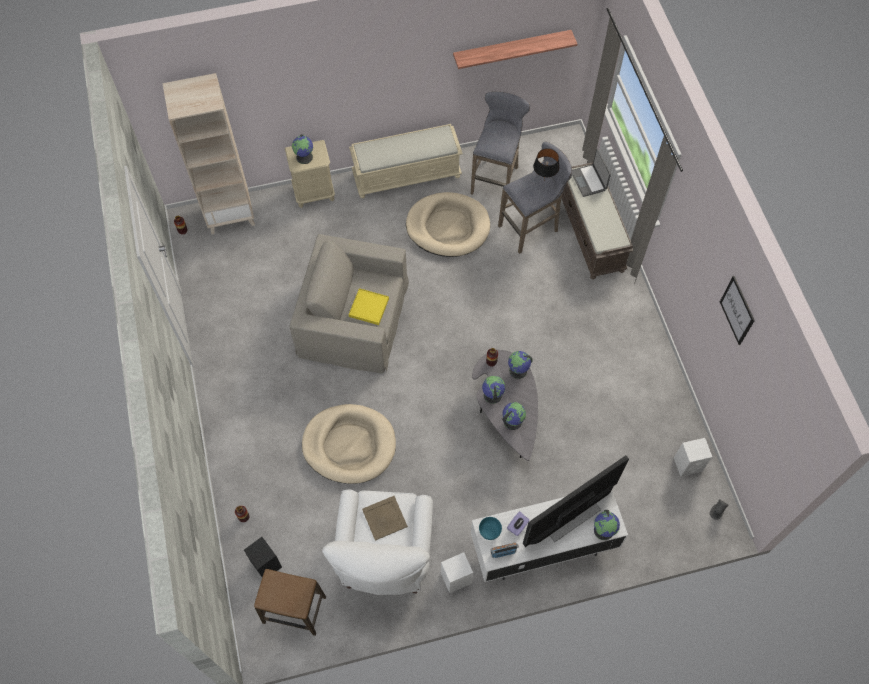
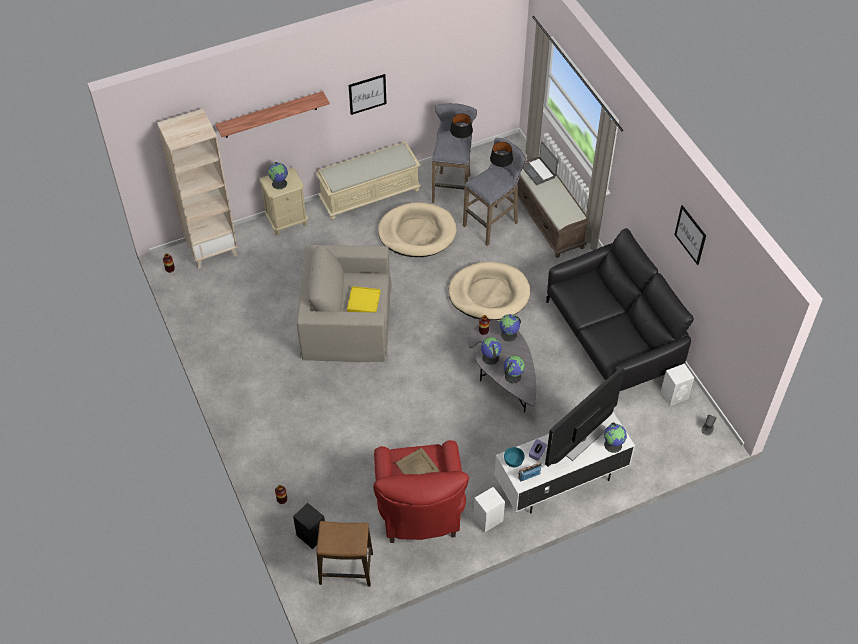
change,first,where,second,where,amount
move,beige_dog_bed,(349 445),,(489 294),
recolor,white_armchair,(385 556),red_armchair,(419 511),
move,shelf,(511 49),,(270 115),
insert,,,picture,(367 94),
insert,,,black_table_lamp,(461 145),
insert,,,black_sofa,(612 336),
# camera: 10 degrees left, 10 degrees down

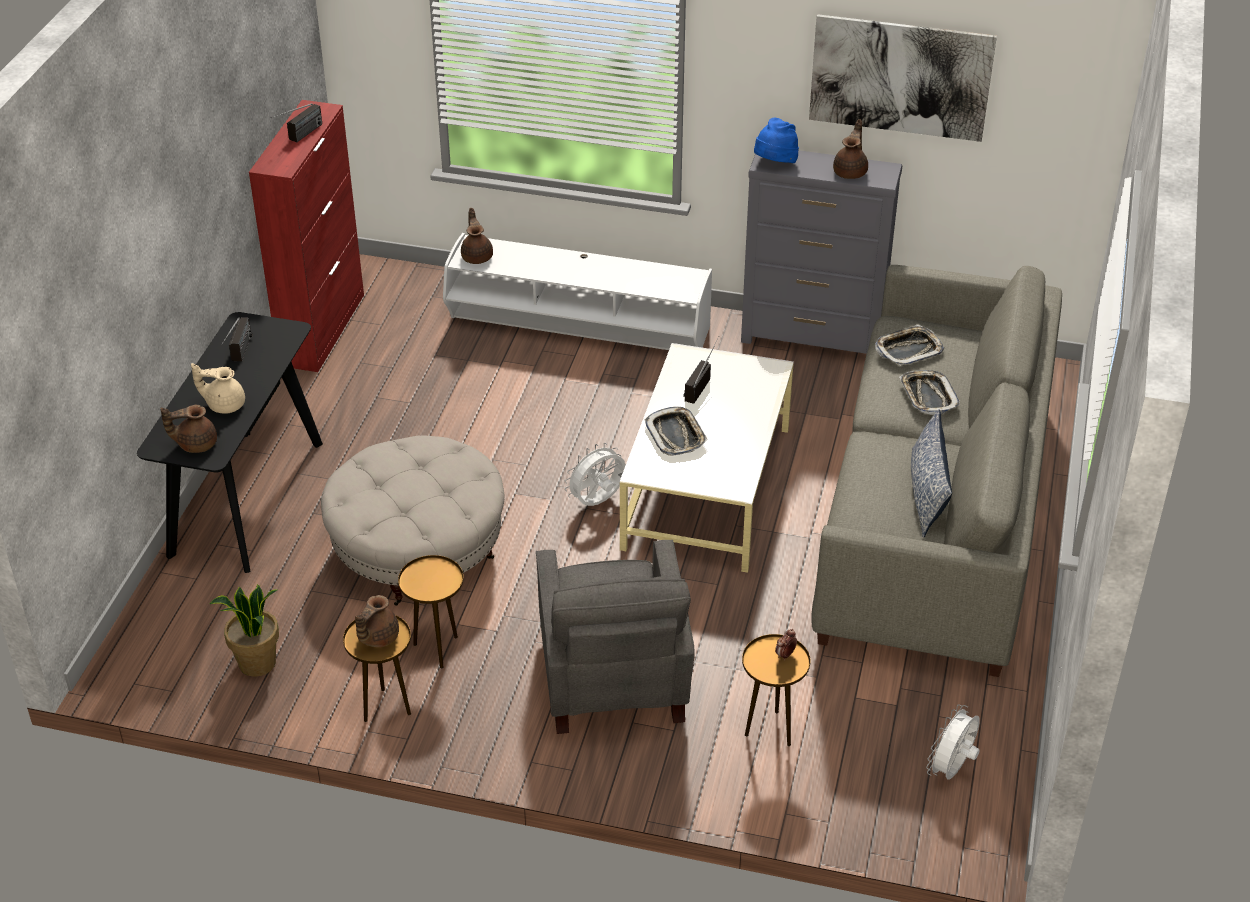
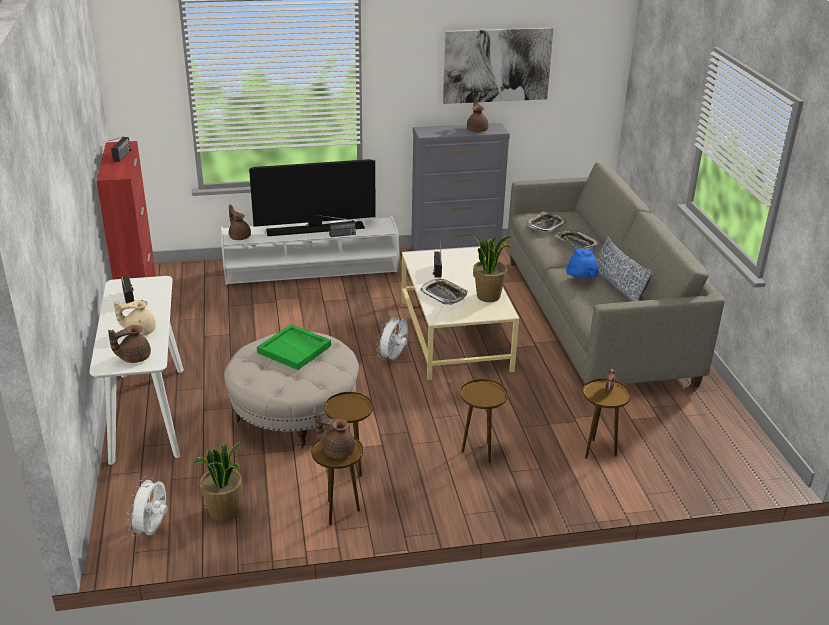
change,first,where,second,where,amount
recolor,black_console_table,(246 497),white_console_table,(147 413),
rotate,brown_teapot,(377 637),,(337 450),105 degrees clockwise
replace,grey_armchair,(612 681),brown_side_table,(480 452),
move,blue_hat,(775 163),,(580 281),
move,white_fan,(951 770),,(153 530),
insert,,,television,(315 229),
insert,,,green_tray,(295 349),
insert,,,radio,(335 235),
insert,,,potted_plant,(488 296),
# camera: 25 degrees left, 10 degrees down

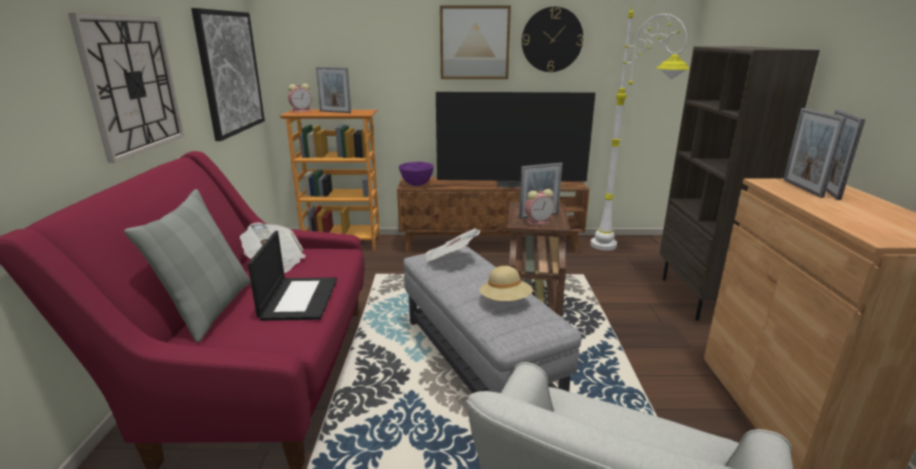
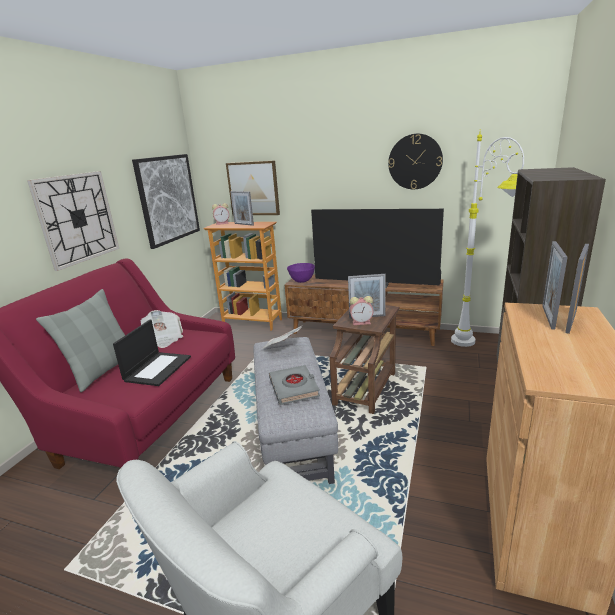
change,first,where,second,where,amount
move,picture,(474 43),,(253 188),
replace,beige_hat,(505 301),grey_book,(294 388),
# camera: 20 degrees right, 0 degrees up

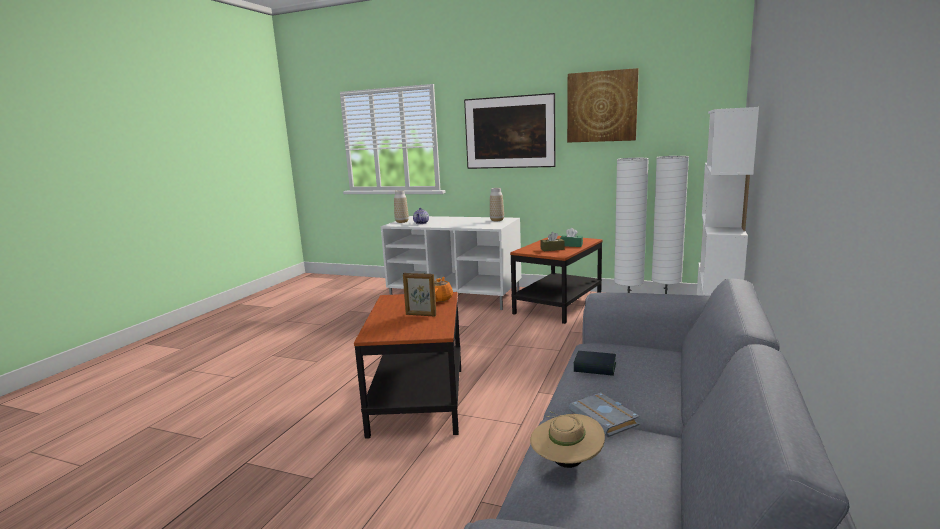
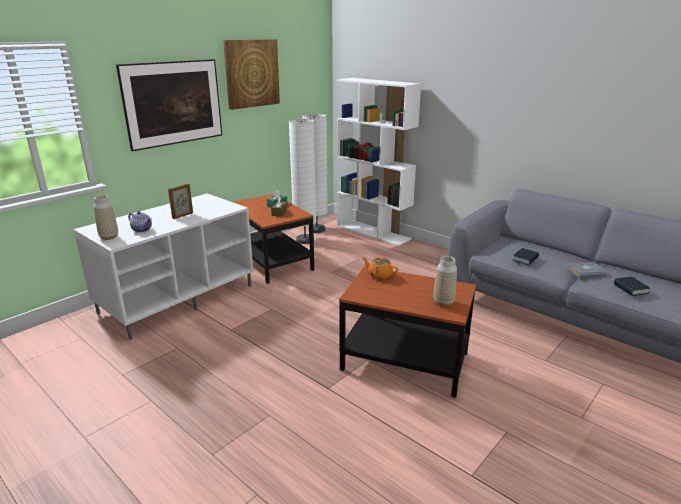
change,first,where,second,where,amount
move,picture_frame,(420 315),,(183 216),
move,vase,(497 220),,(443 302),
replace,beige_hat,(566 462),book,(630 289),
# camera: 70 degrees left, 10 degrees up

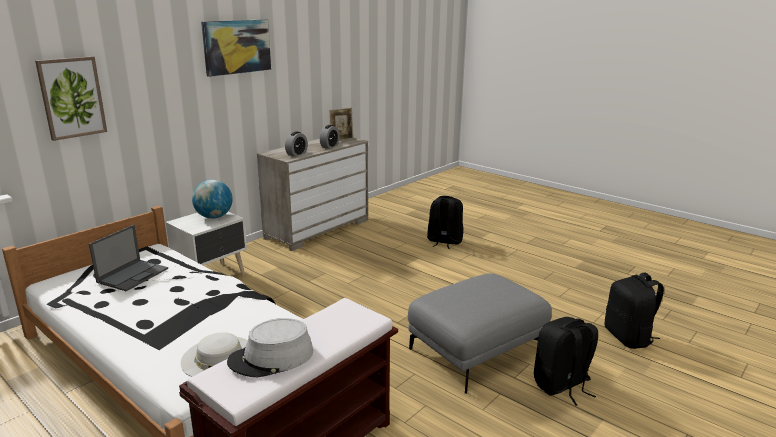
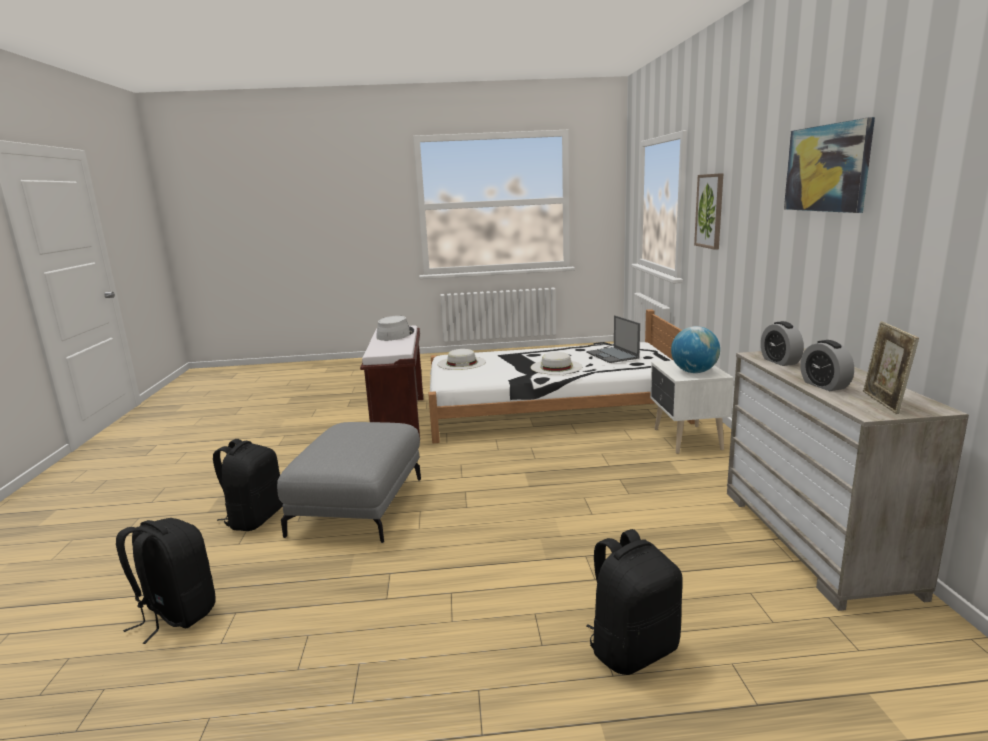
change,first,where,second,where,amount
insert,,,white_hat,(556 367),
# camera: 135 degrees right, 5 degrees down

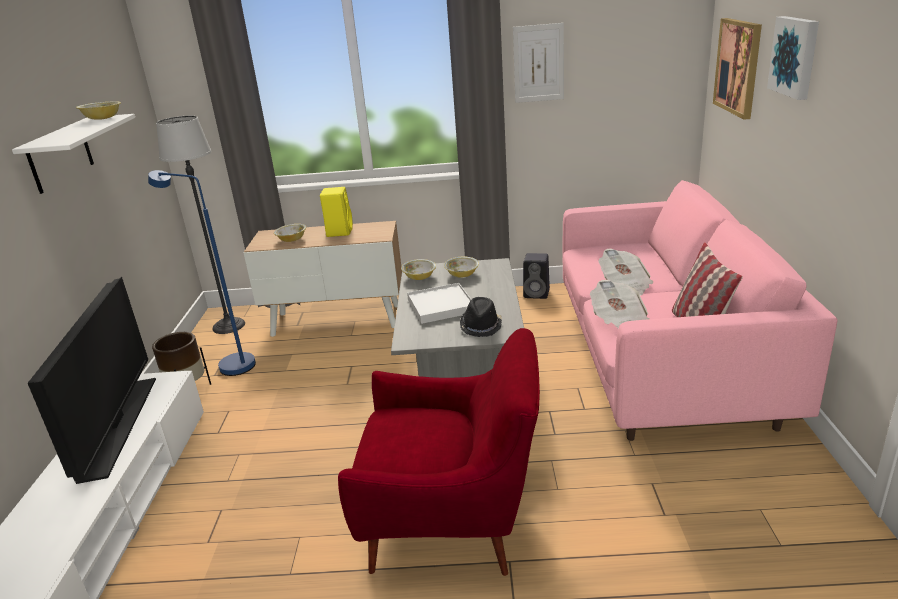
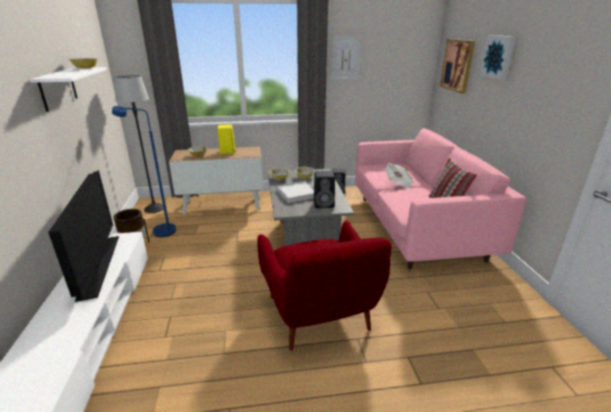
change,first,where,second,where,amount
rotate,red_armchair,(454 521),,(319 317),75 degrees clockwise
replace,black_hat,(481 326),black_speaker,(324 204),
delete,newspaper,(619 321),,,
# camera: 10 degrees left, 0 degrees up

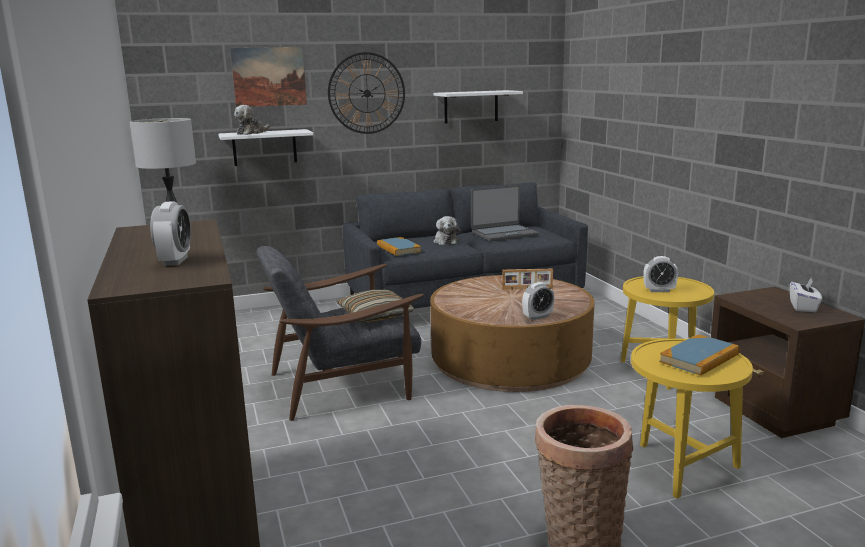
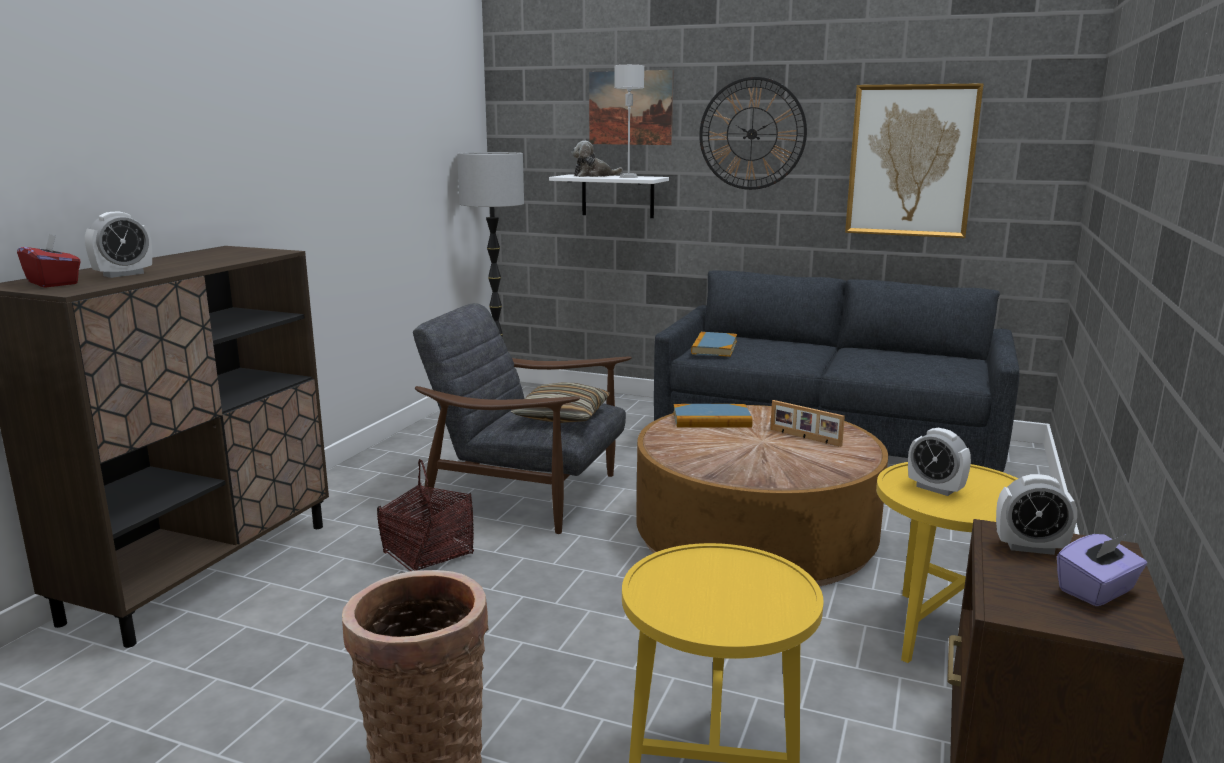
change,first,where,second,where,amount
delete,plush_toy,(445 241),,,
replace,white_shelf,(471 106),picture,(911 161),
delete,laptop,(504 234),,,
move,alarm_clock,(537 317),,(1030 547),
move,book,(699 358),,(711 420),
recolor,white_tissue_box,(803 307),purple_tissue_box,(1097 591),
insert,,,red_tissue_box,(53 283),
insert,,,basket,(428 554),
insert,,,grey_table_lamp,(628 177),
# camera: 40 degrees right, 0 degrees up

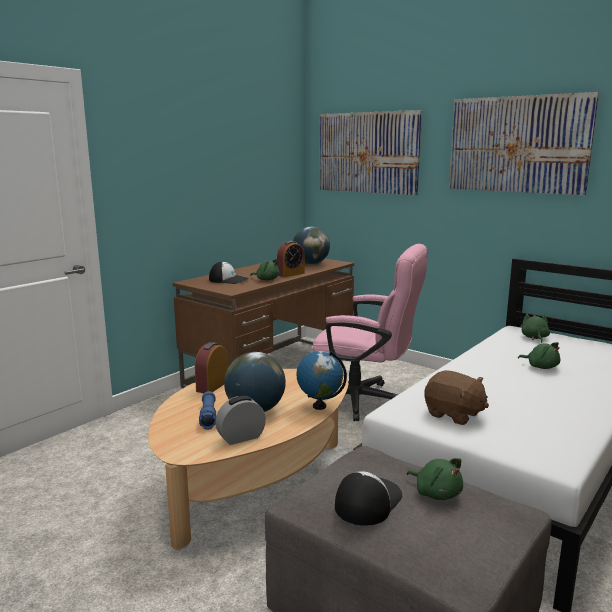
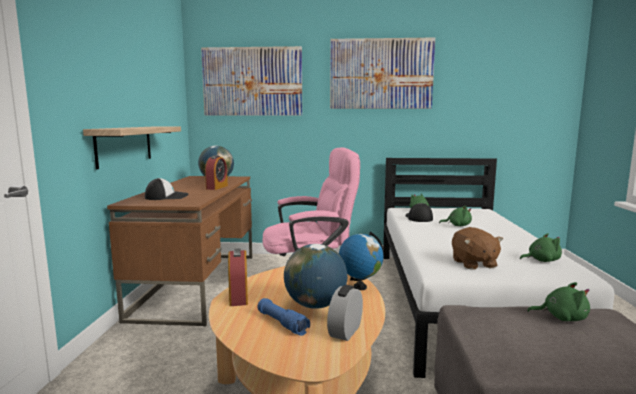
change,first,where,second,where,amount
move,green_plush_toy,(266 279),,(541 260),
move,cap,(367 501),,(418 218),
rotate,brown_plush_toy,(454 414),,(473 264),75 degrees clockwise
insert,,,shelf,(124 145),
# camera: 35 degrees left, 5 degrees down

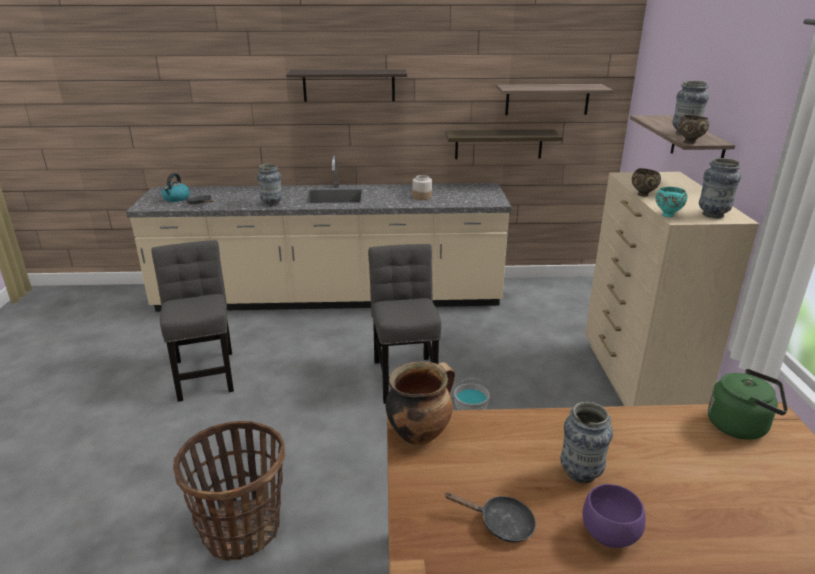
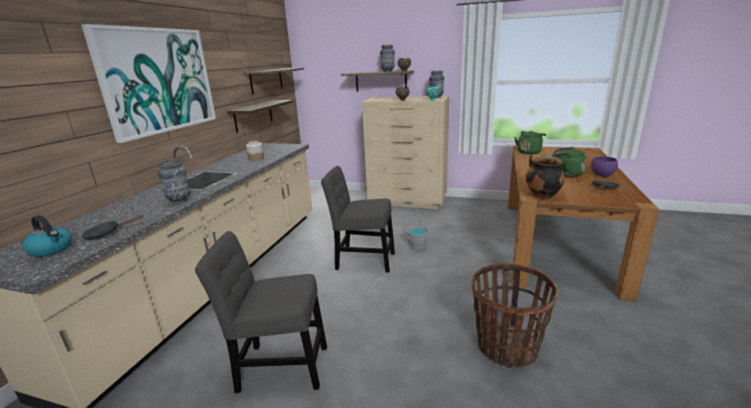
change,first,where,second,where,amount
replace,shelf,(349 85),picture,(159 80),
replace,vase,(580 474),green_kettle,(565 174),
# camera: 70 degrees left, 5 degrees down

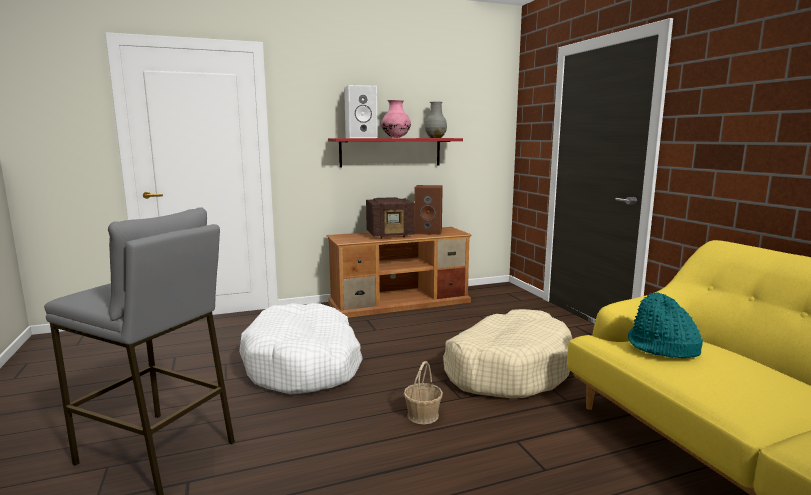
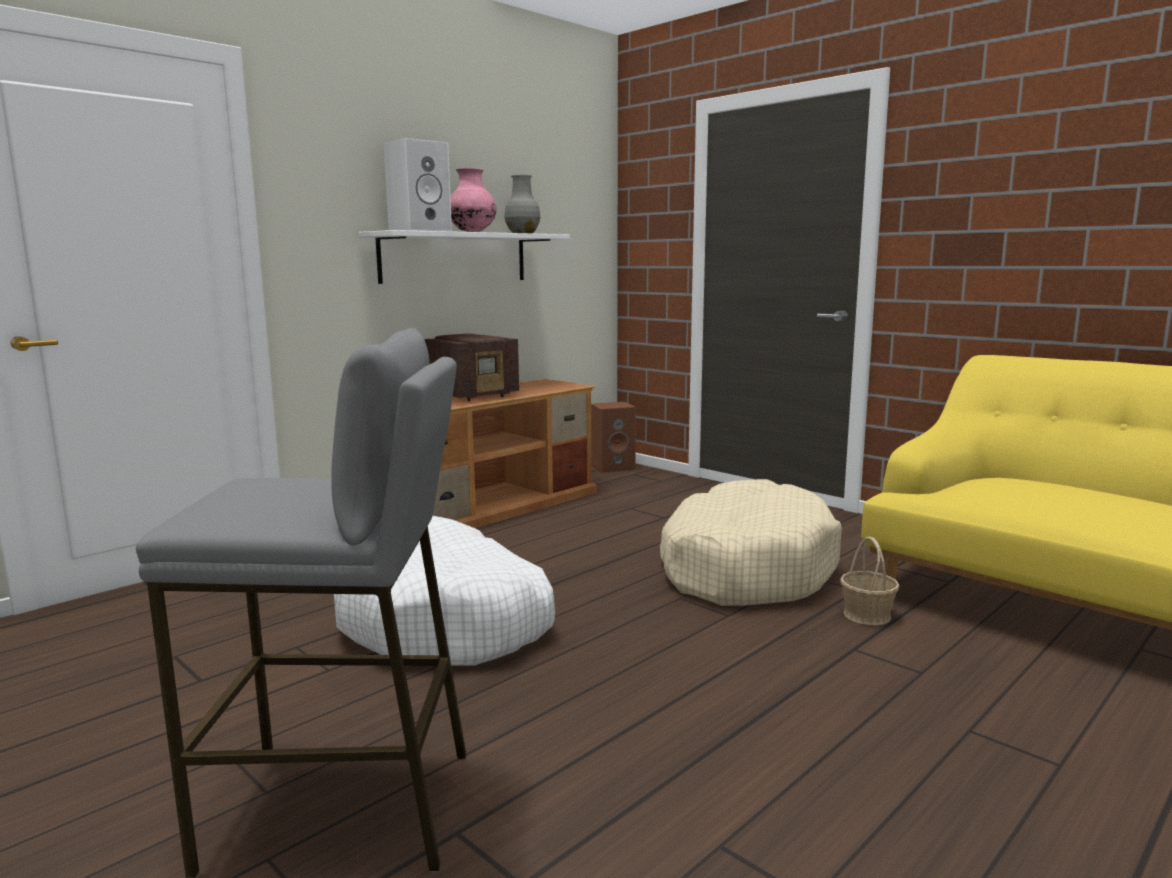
change,first,where,second,where,amount
recolor,red_shelf,(390 152),white_shelf,(454 258),
move,basket,(423 415),,(867 615),
move,brown_speaker,(429 232),,(613 467),
delete,turquoise_hat,(661 347),,,
# camera: 25 degrees left, 0 degrees up

